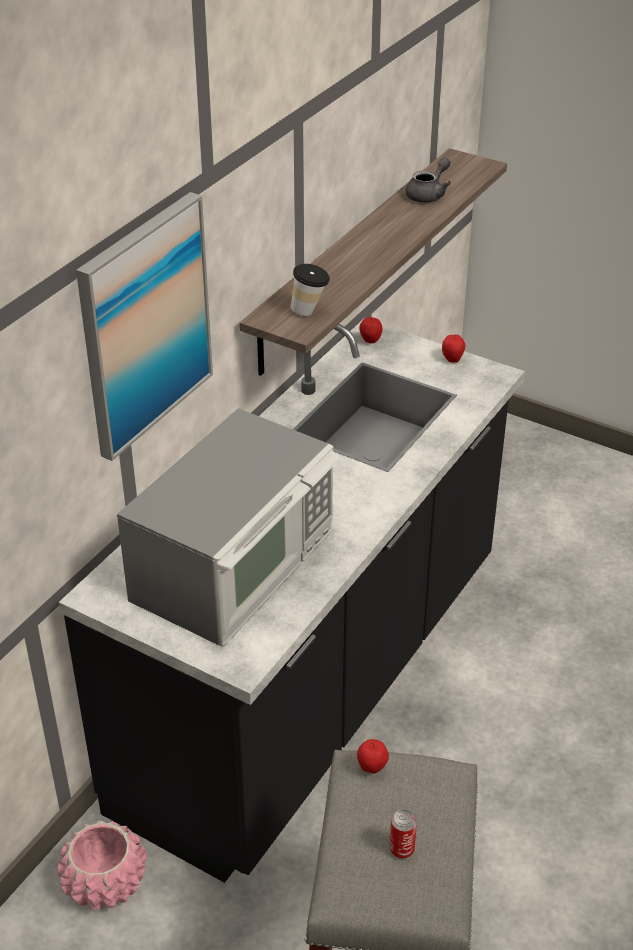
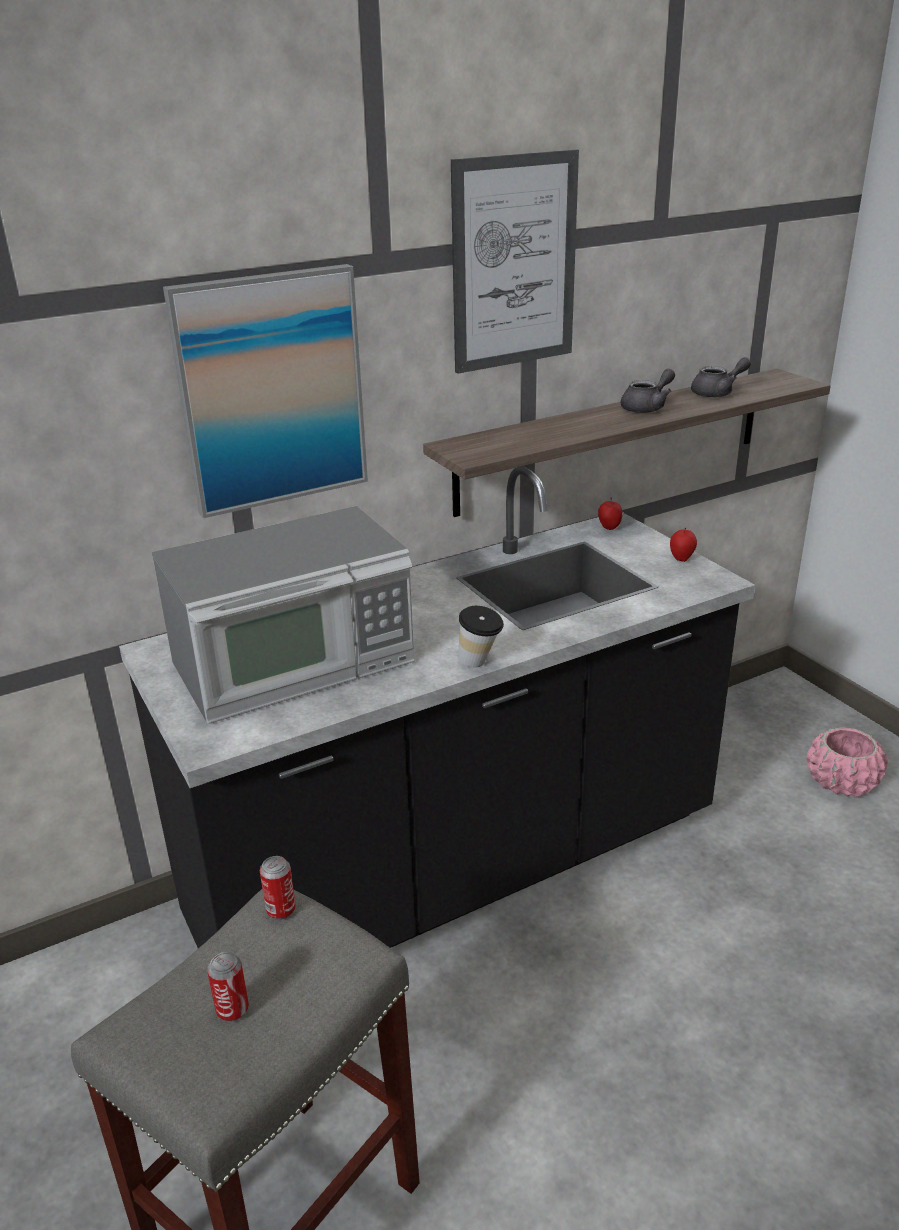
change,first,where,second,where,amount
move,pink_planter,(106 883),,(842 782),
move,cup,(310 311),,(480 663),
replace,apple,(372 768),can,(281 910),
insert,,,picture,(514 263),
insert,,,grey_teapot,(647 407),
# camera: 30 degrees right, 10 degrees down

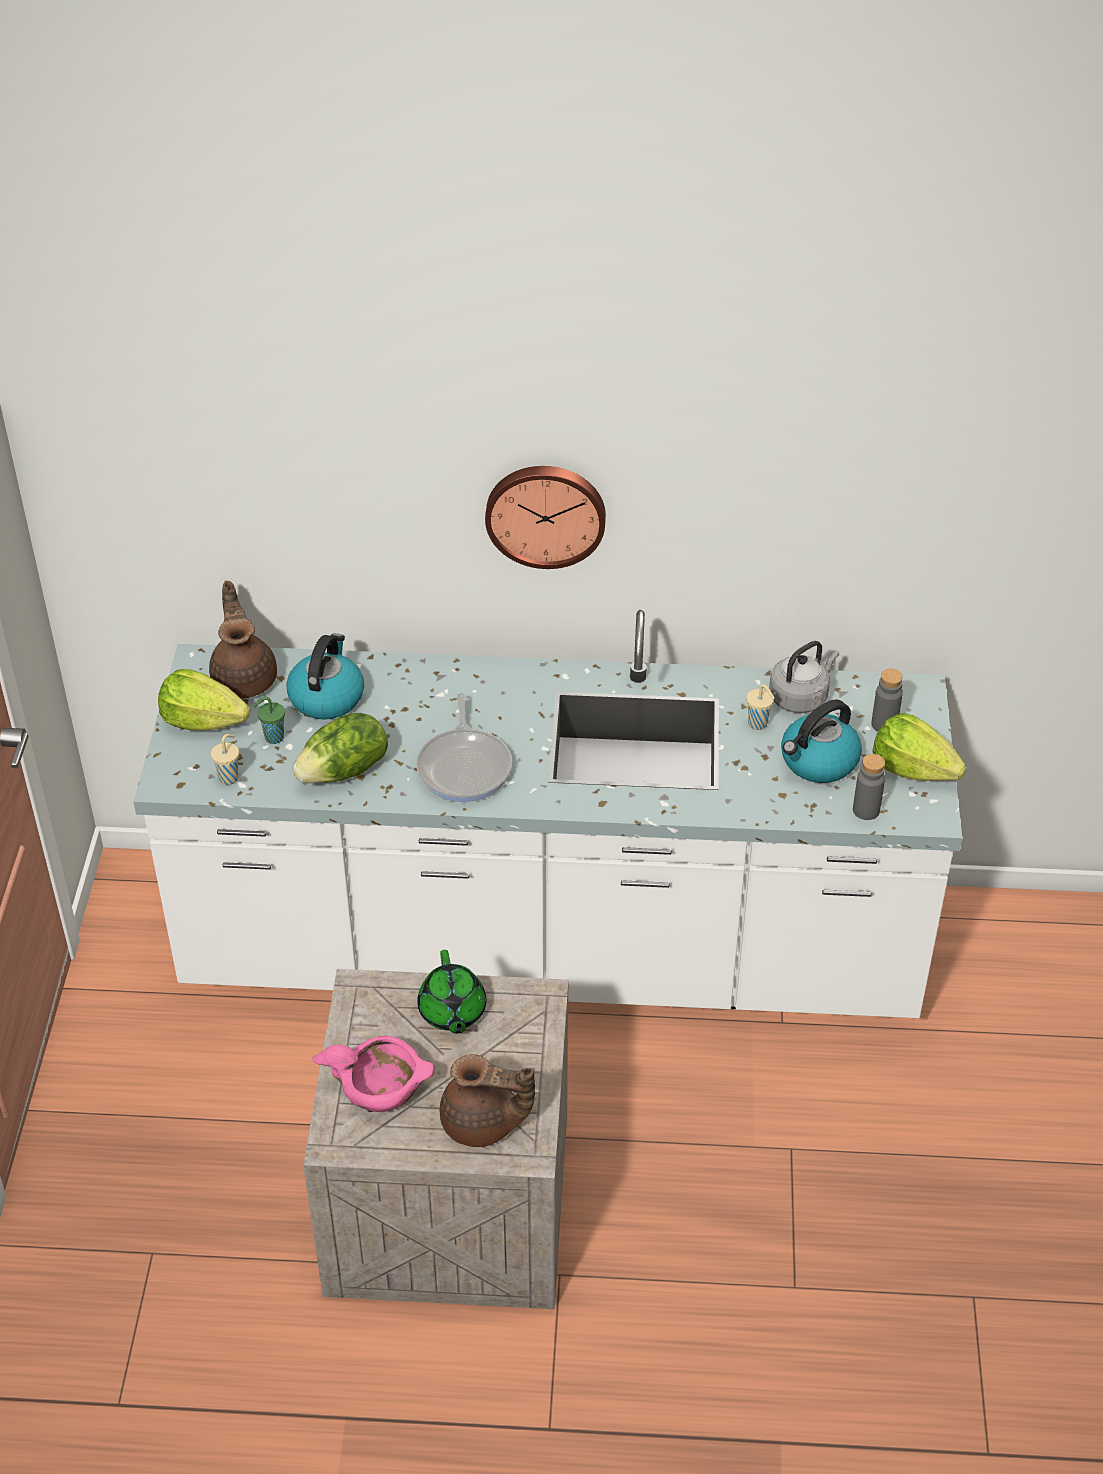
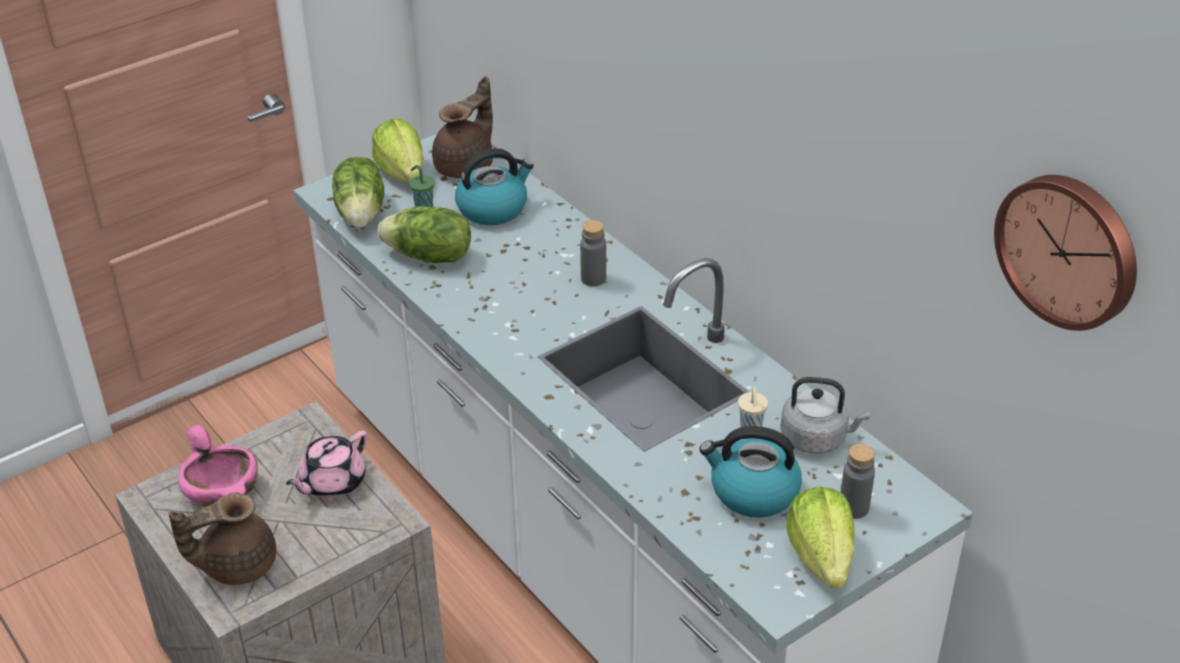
change,first,where,second,where,amount
replace,beige_cup,(229 777),lettuce,(362 213),
delete,frying_pan,(465 766),,,
recolor,green_teapot,(452 1012),pink_teapot,(332 482),
rotate,brown_teapot,(483 1124),,(236 564),90 degrees clockwise
move,wall_clock,(545 513),,(1069 249),
move,grey_bottle,(866 810),,(593 278),
# camera: 50 degrees right, 5 degrees down

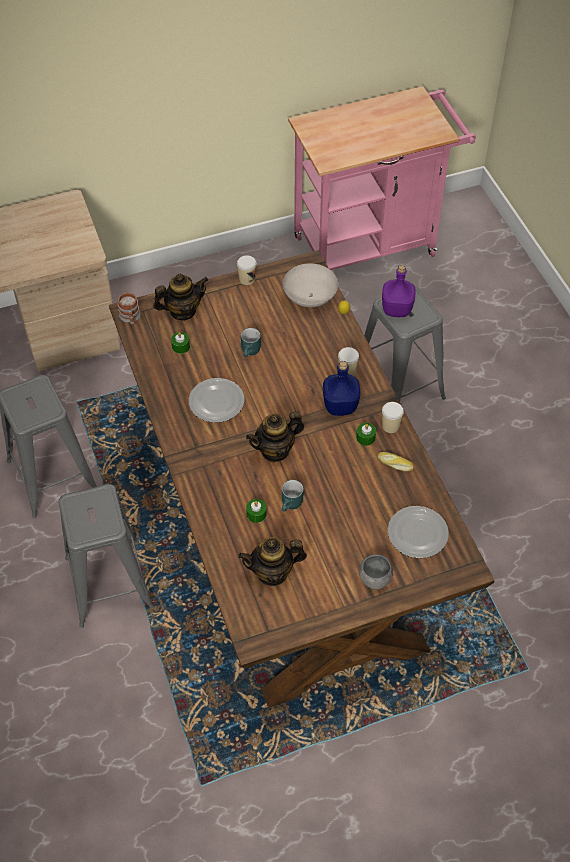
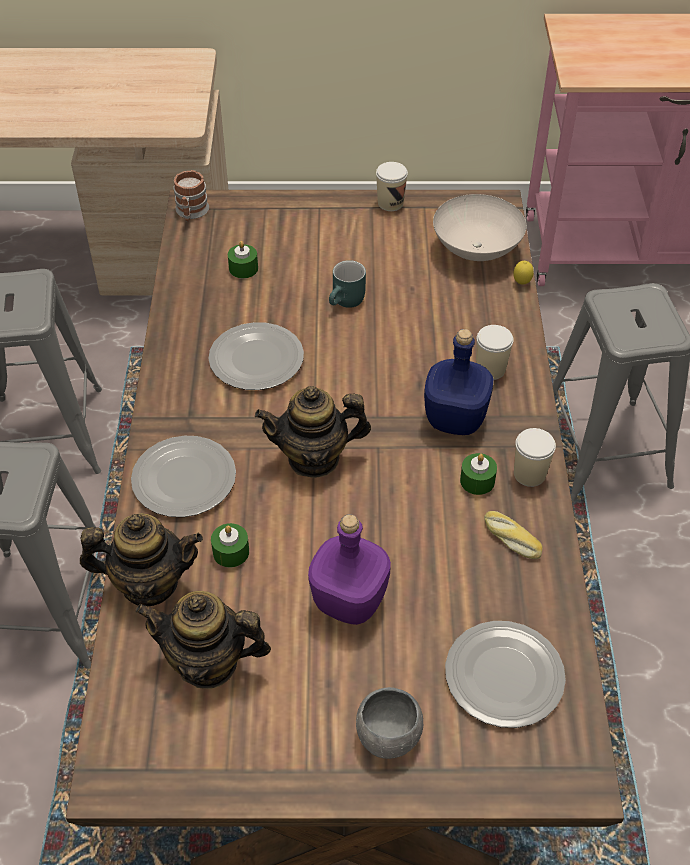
change,first,where,second,where,amount
move,teapot,(182 311),,(149 583),
delete,turquoise_mug,(292 505),,,
move,purple_bottle,(396 309),,(347 601),
insert,,,plate,(183 478),
# camera: 20 degrees right, 5 degrees down

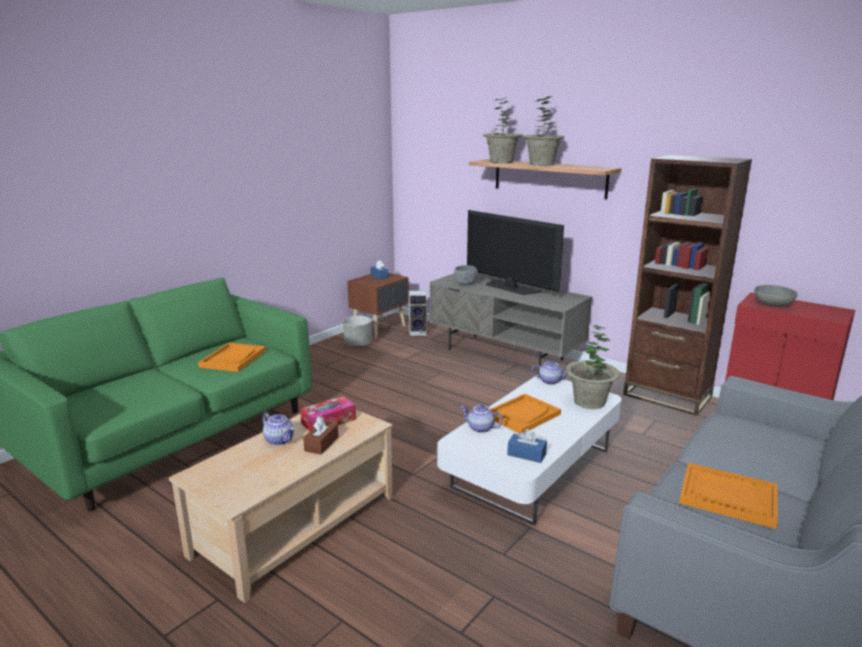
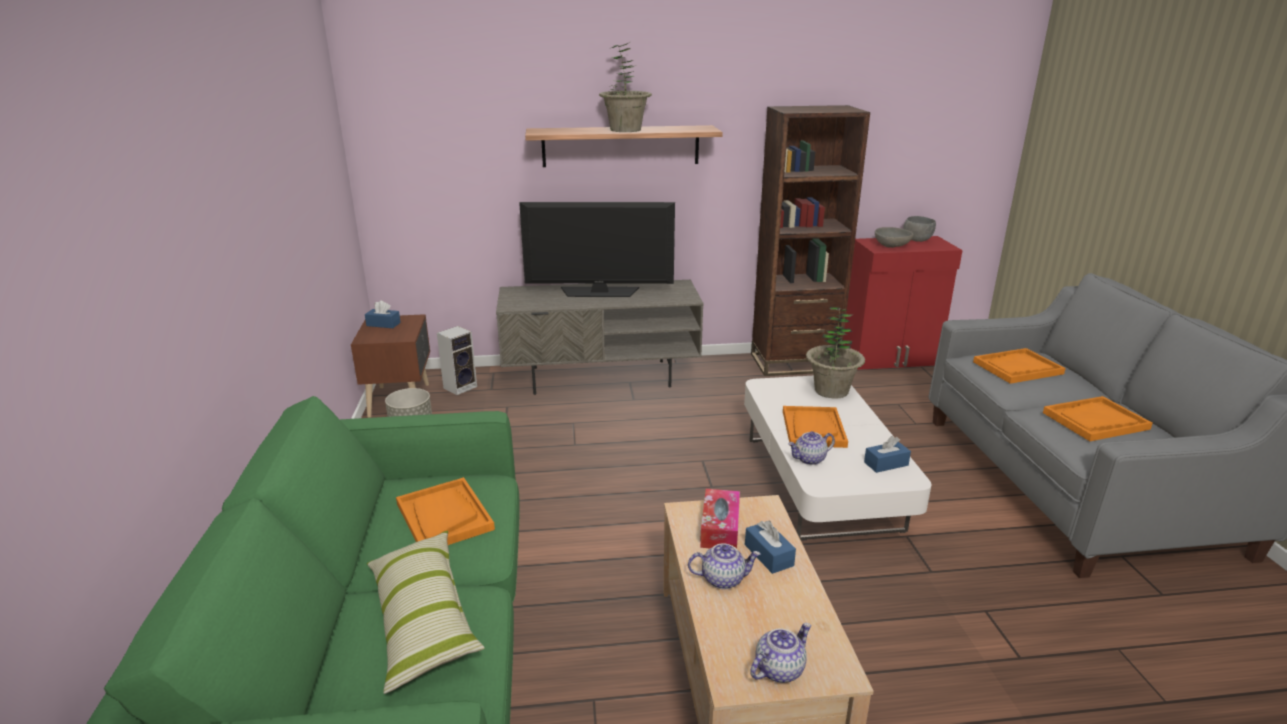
change,first,where,second,where,amount
recolor,brown_tissue_box,(321 444),blue_tissue_box,(769 555),
move,grey_bowl,(466 284),,(918 240),
delete,potted_plant,(501 161),,,
move,teapot,(550 381),,(779 669),
insert,,,pillow,(422 620),
insert,,,orange_tray,(1017 368),
# camera: 45 degrees left, 5 degrees up

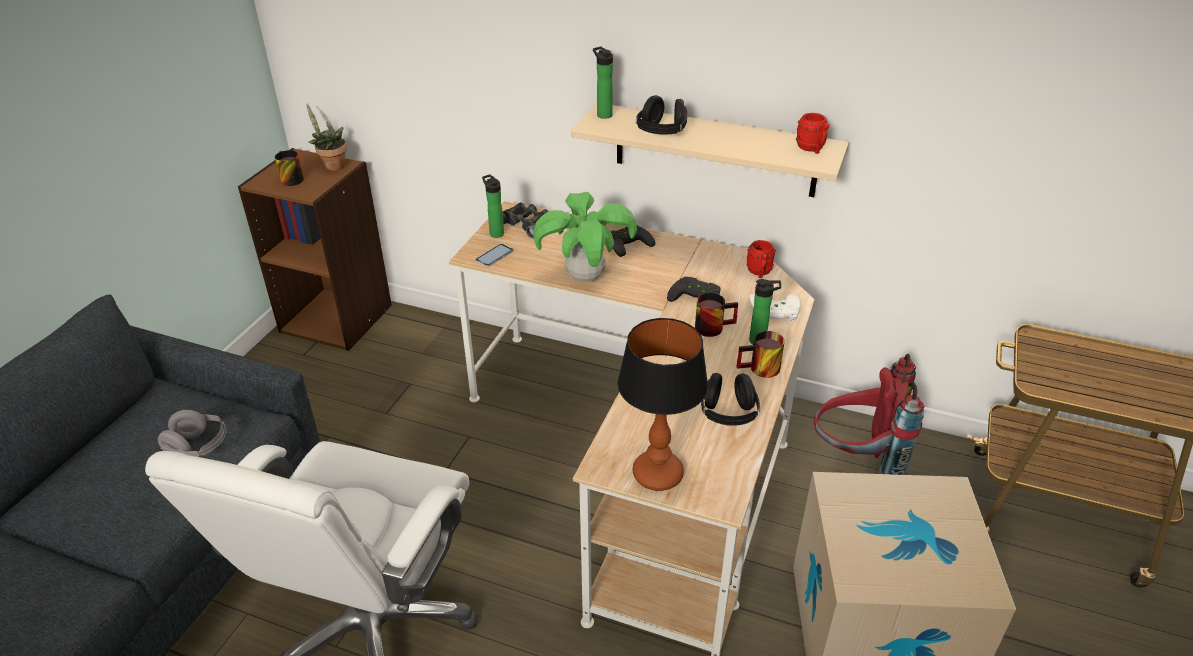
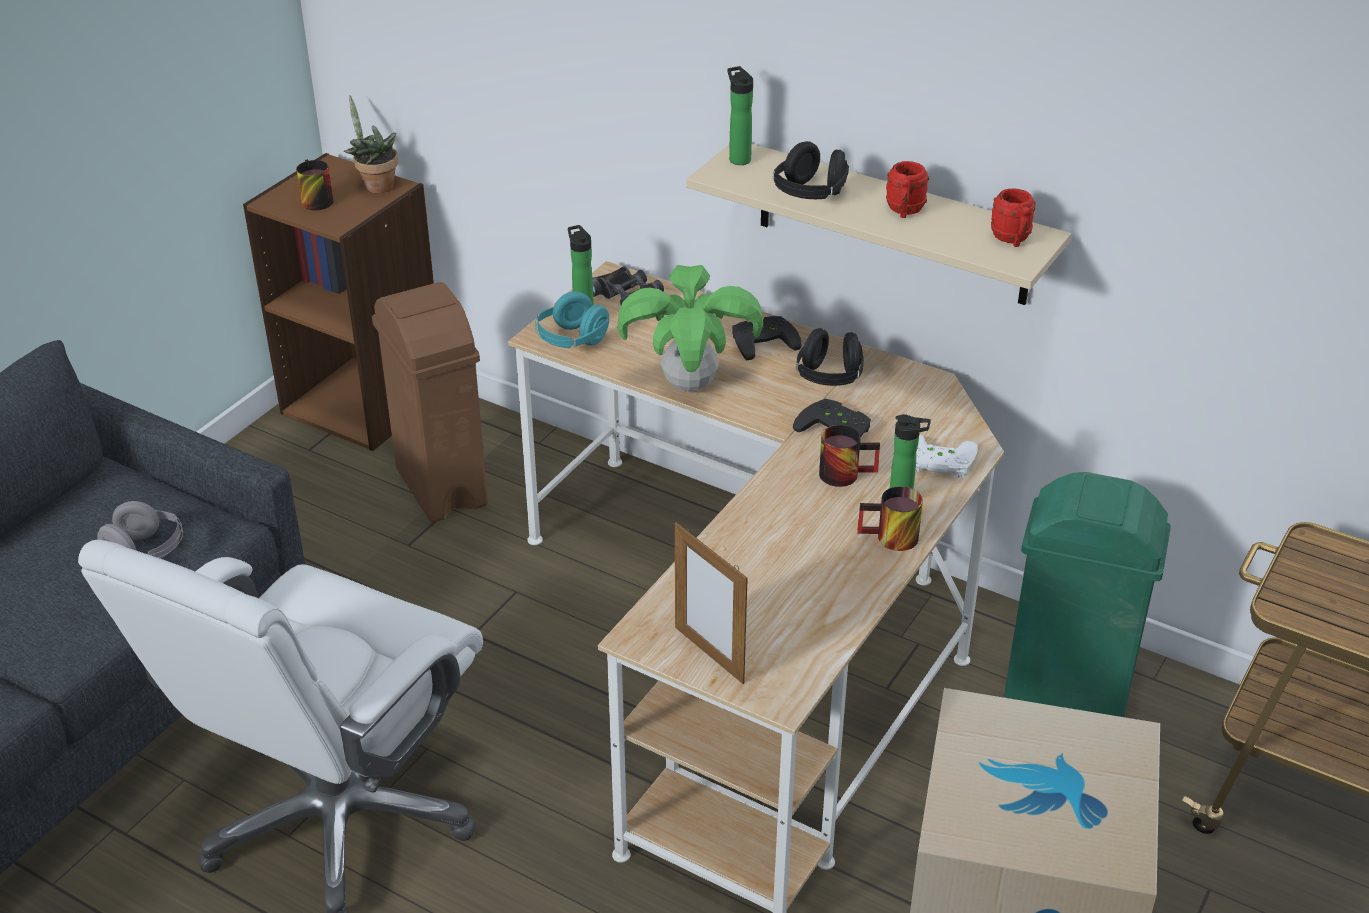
change,first,where,second,where,amount
replace,phone,(494 256),turquoise_headphones,(571 340),
replace,table_lamp,(658 474),picture_frame,(709 654),
move,black_headphones,(728 414),,(829 378),
move,red_mug,(759 273),,(904 211),
replace,red_backpack,(857 460),green_trash_can,(1067 696),
insert,,,brown_trash_can,(441 486),
# camera: 10 degrees right, 0 degrees up

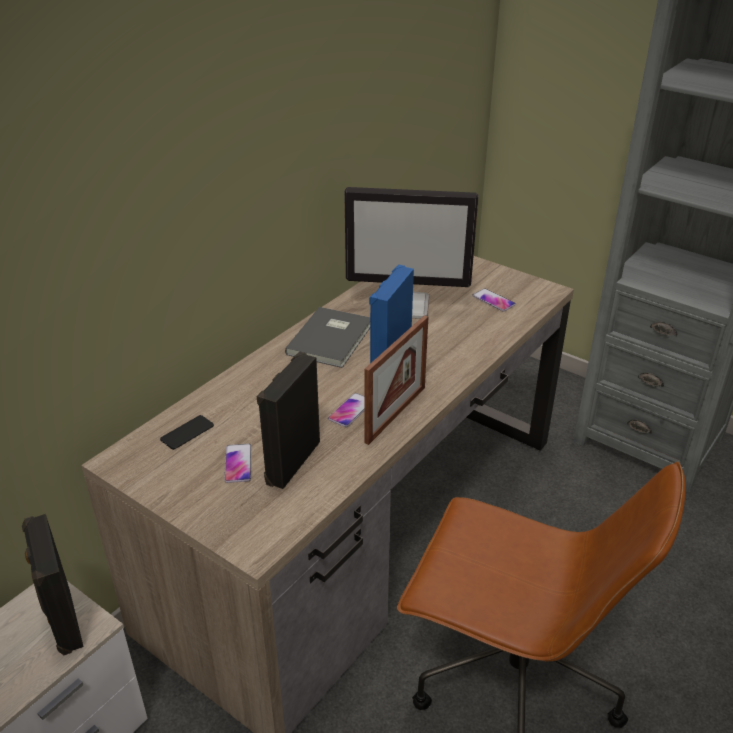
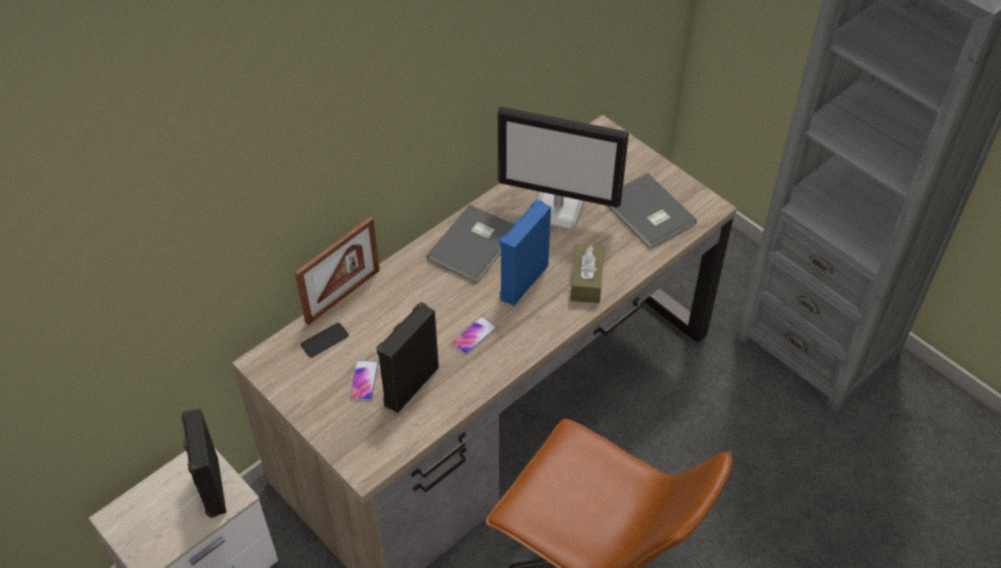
change,first,where,second,where,amount
move,picture_frame,(395 414),,(343 296),
replace,phone,(493 300),grey_book,(648 214),
insert,,,brown_tissue_box,(586 281),
# camera: 10 degrees right, 15 degrees up

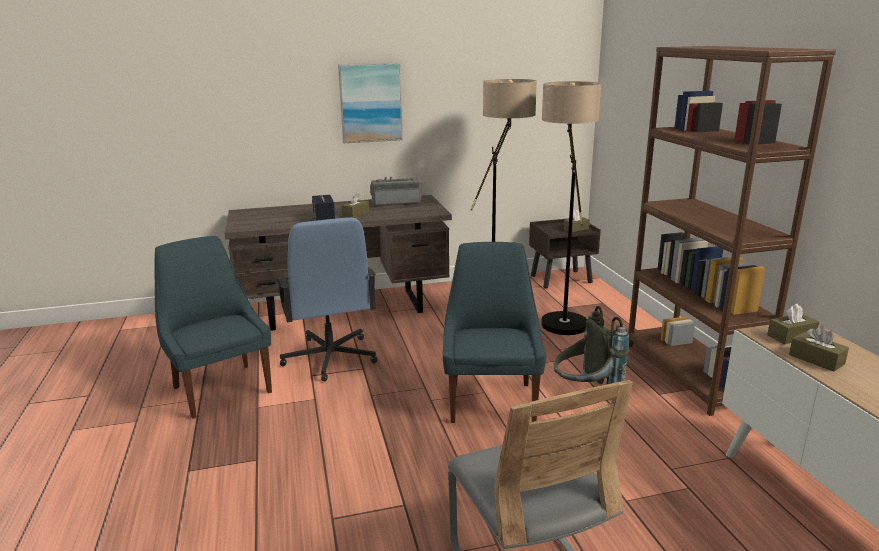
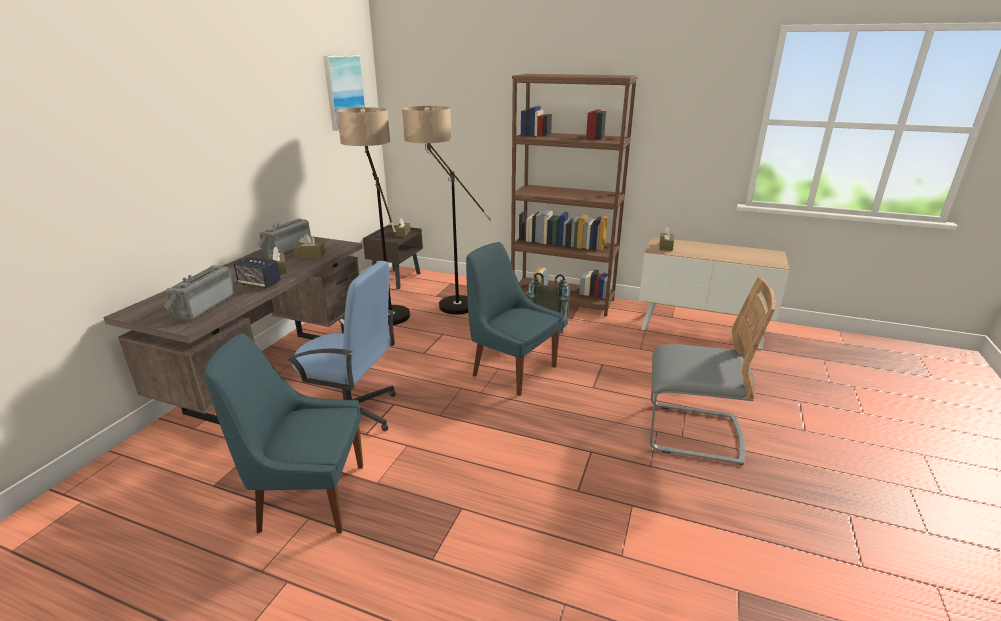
change,first,where,second,where,amount
move,picture,(370 103),,(344 92),
move,brown_tissue_box,(816 359),,(310 255),
insert,,,radio,(203 306),
# camera: 55 degrees left, 5 degrees up

